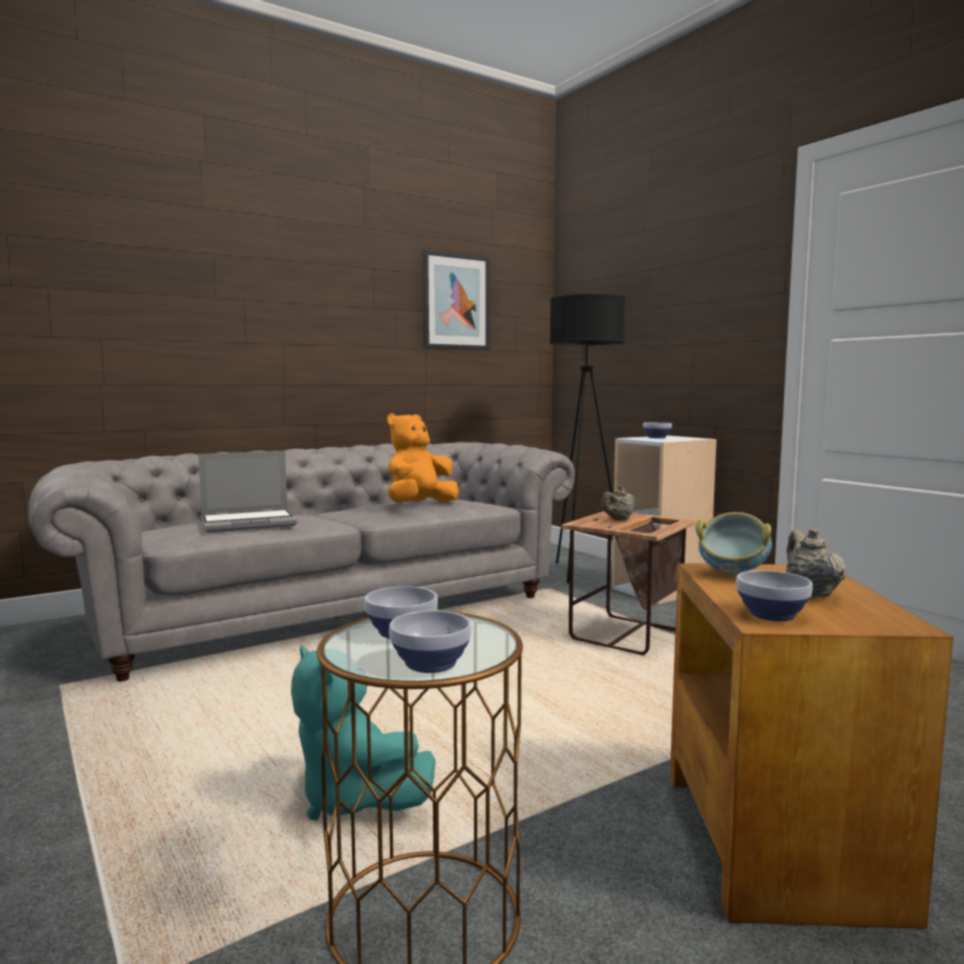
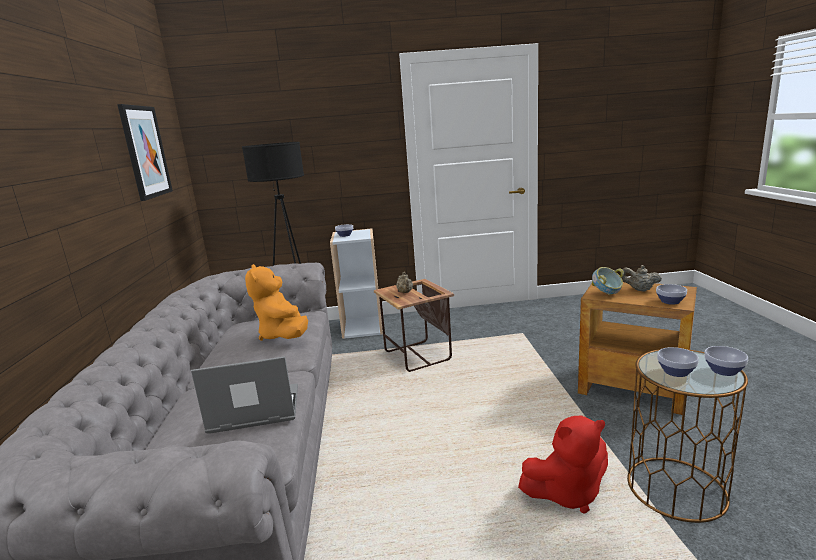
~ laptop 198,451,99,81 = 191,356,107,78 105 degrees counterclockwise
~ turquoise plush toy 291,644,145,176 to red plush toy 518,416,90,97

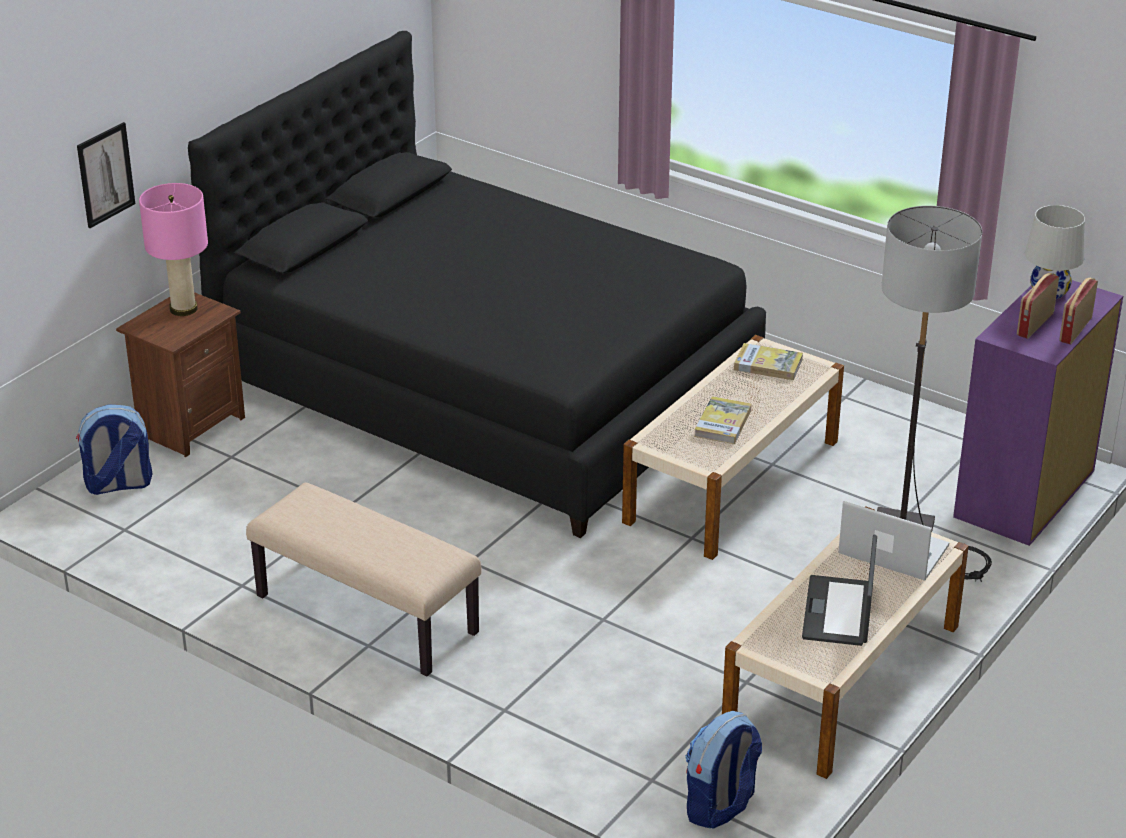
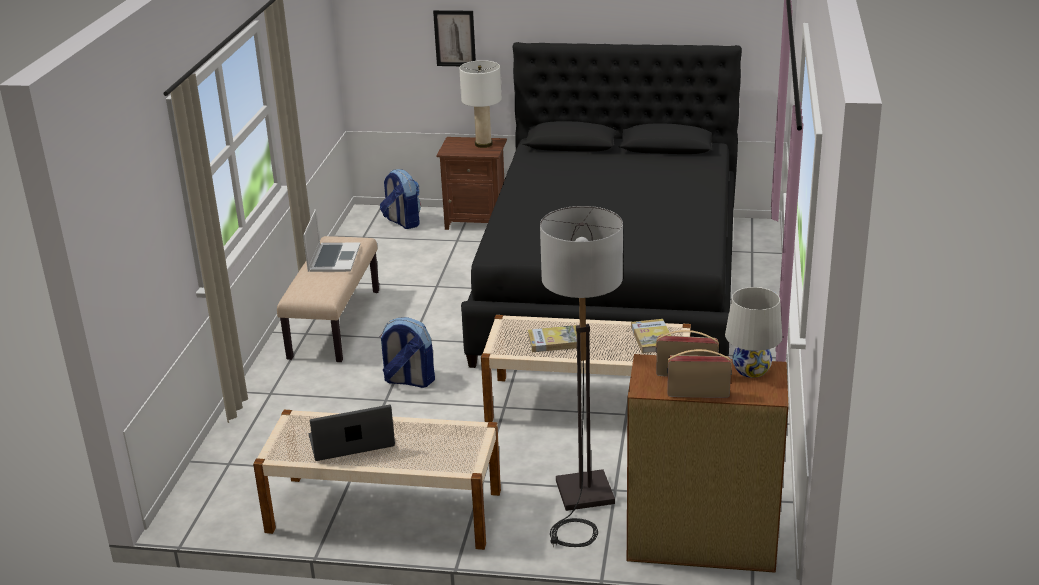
~ pink table lamp 139,183,69,133 to white table lamp 459,60,42,88
~ backpack 686,711,76,118 to 380,317,55,71
~ laptop 838,501,112,79 to 303,209,57,63
~ purple cabinet 953,280,170,266 to brown cabinet 627,354,162,219

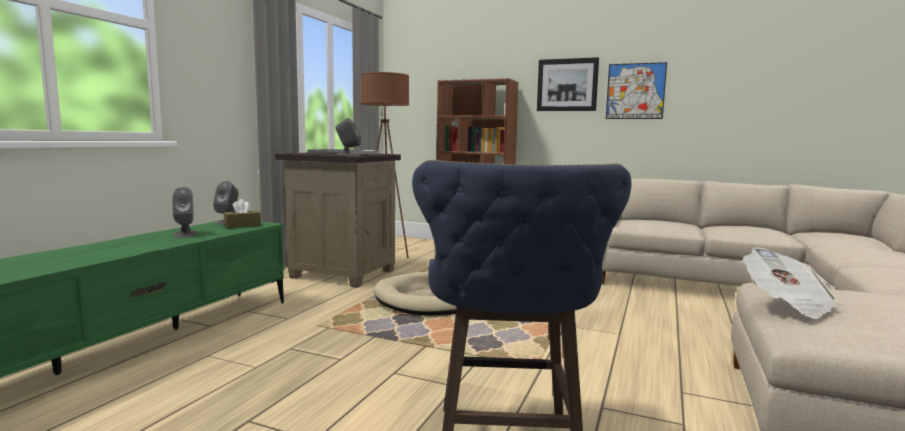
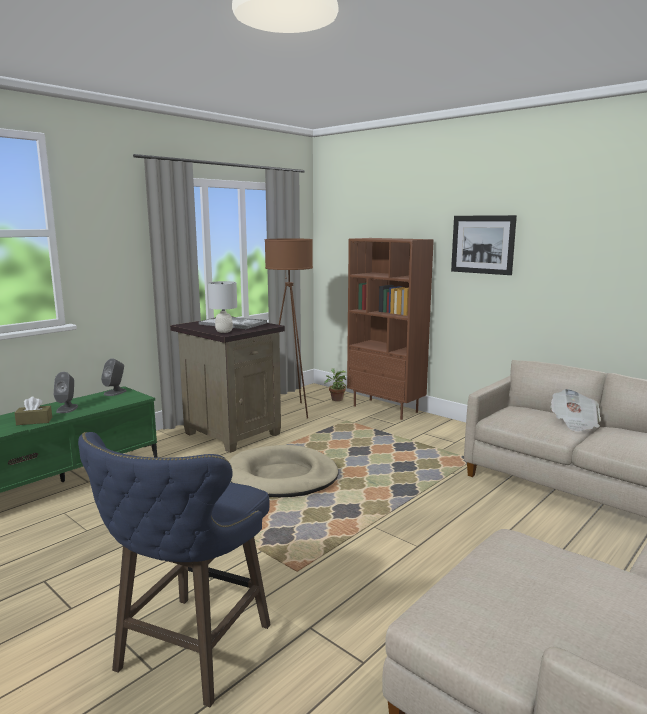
~ brown tissue box 224,199,37,29 to 14,397,38,28
~ grey speaker 336,118,25,38 to grey table lamp 208,281,29,52
- picture 606,62,61,57
~ newspaper 743,247,98,72 to 550,389,50,43
+ potted plant 324,368,22,33

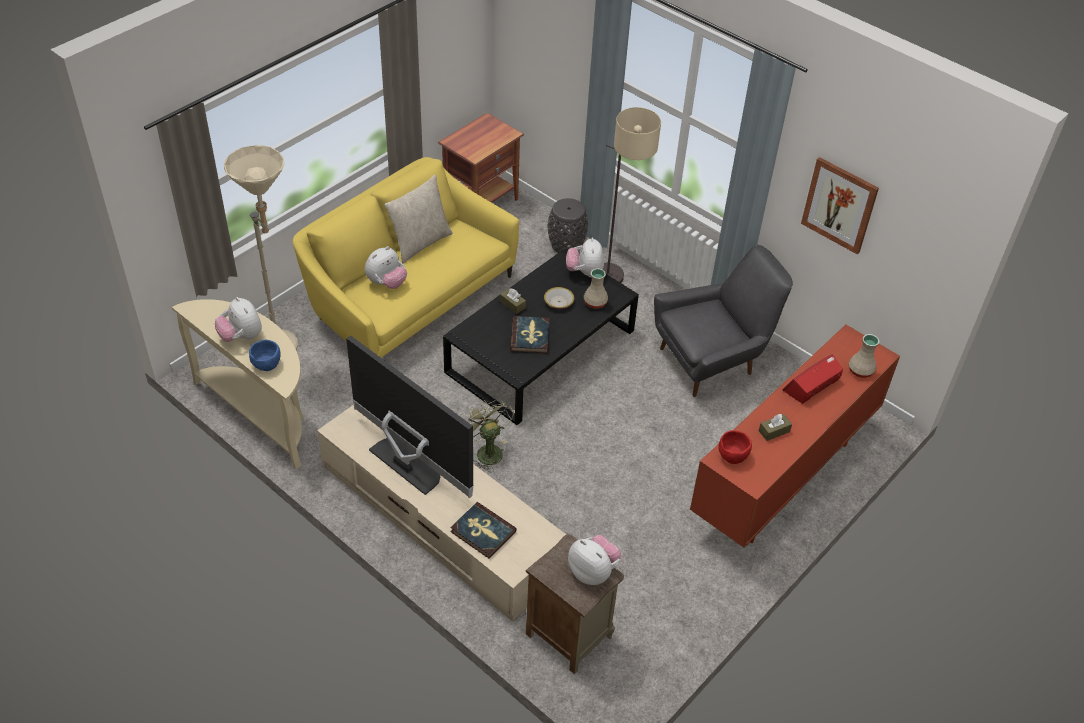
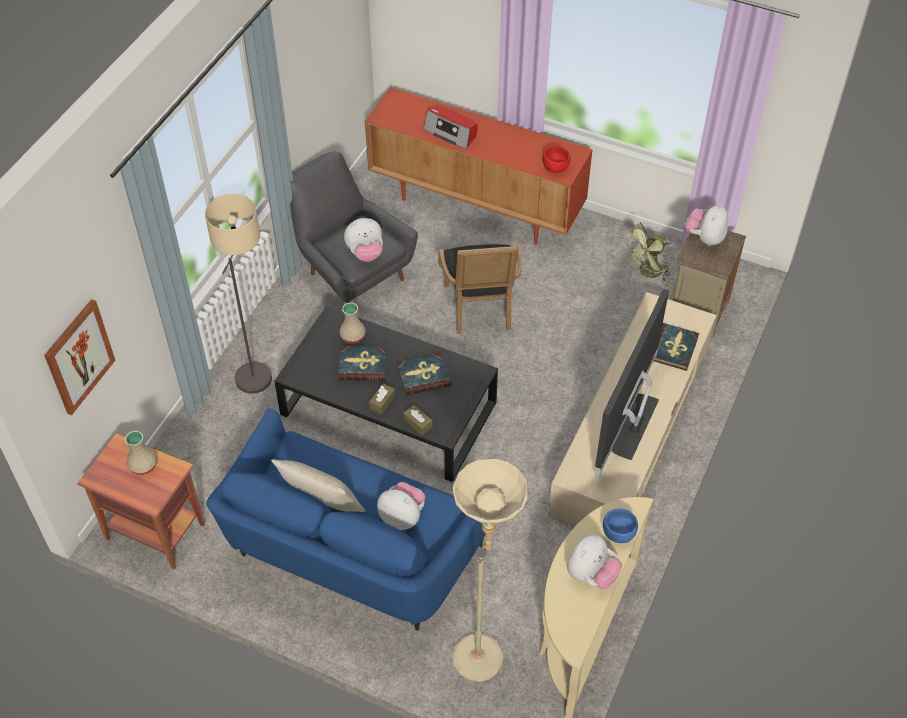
~ yellow sofa 293,157,226,201 to blue sofa 206,409,280,222
~ green fan 460,397,54,75 to 624,222,49,59
~ bowl 544,287,30,22 to book 338,346,49,35
- grey stool 548,198,40,55
~ plush toy 566,237,38,40 to 344,218,39,44
~ brown tissue box 759,414,33,27 to 403,405,30,30
~ picture 801,157,78,97 to 44,299,71,116
~ beige vase 849,334,30,44 to 125,431,32,44
+ black armchair 438,243,84,91

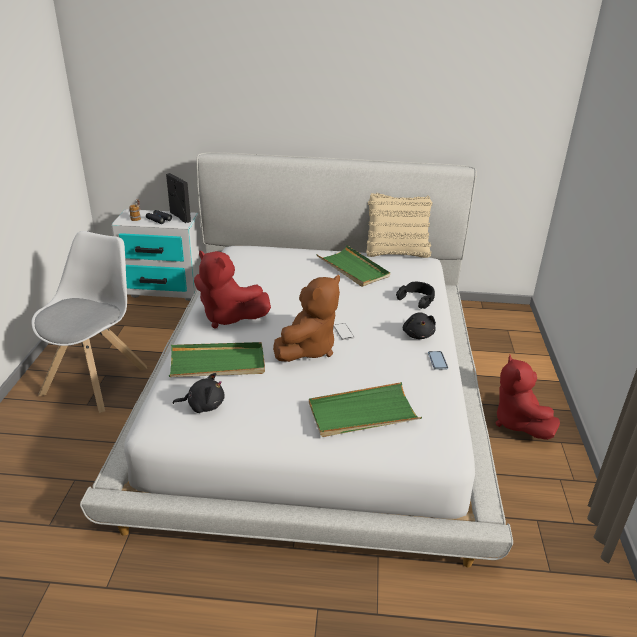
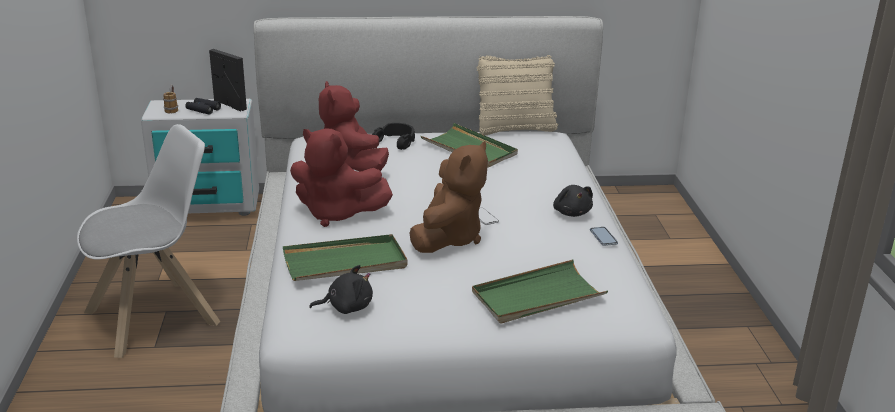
~ chair 32,231,115,182 = 77,124,143,234 45 degrees clockwise
~ black headphones 396,282,39,27 to 372,123,43,27
~ red plush toy 495,355,65,85 to 319,81,70,90

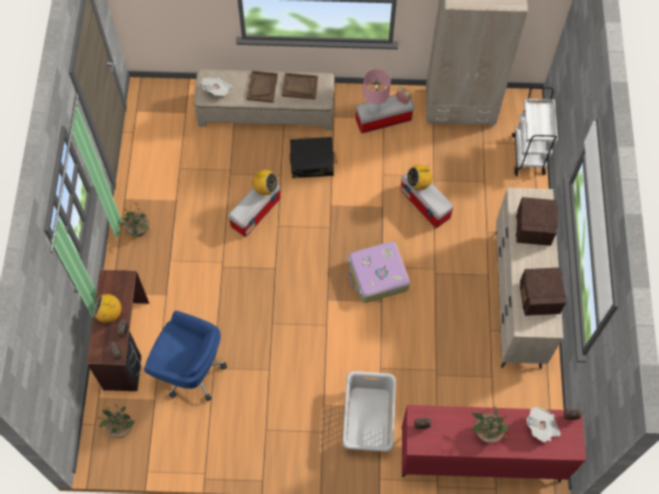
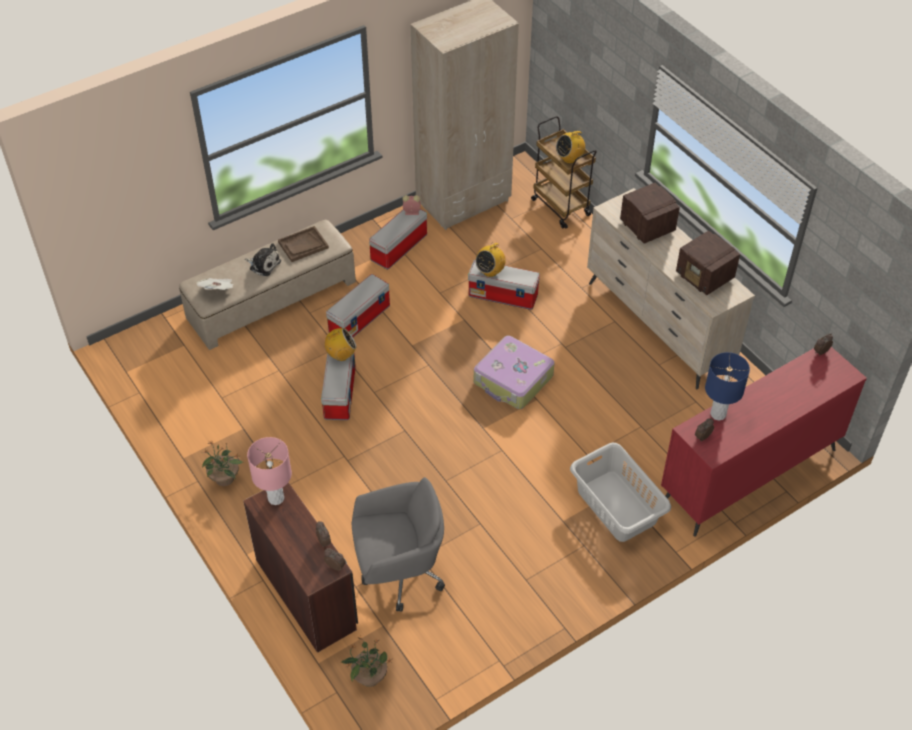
~ radio 93,294,29,29 to 556,131,29,33
~ blue office chair 144,311,83,90 to grey office chair 352,477,93,135
~ brown tray 247,71,31,32 to plush toy 244,243,37,33
~ black suitcase 290,137,47,41 to storage box 326,274,64,63
~ pink table lamp 363,69,28,44 to 247,437,45,68
- potted plant 472,406,38,37
~ white cart 512,87,46,89 to brown cart 531,116,65,113
- newspaper 526,406,35,37
+ blue table lamp 705,352,45,68

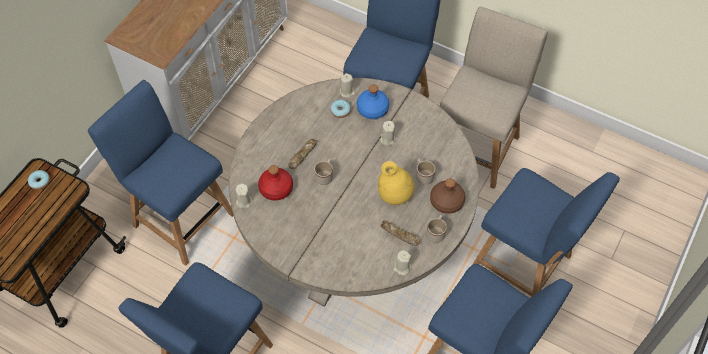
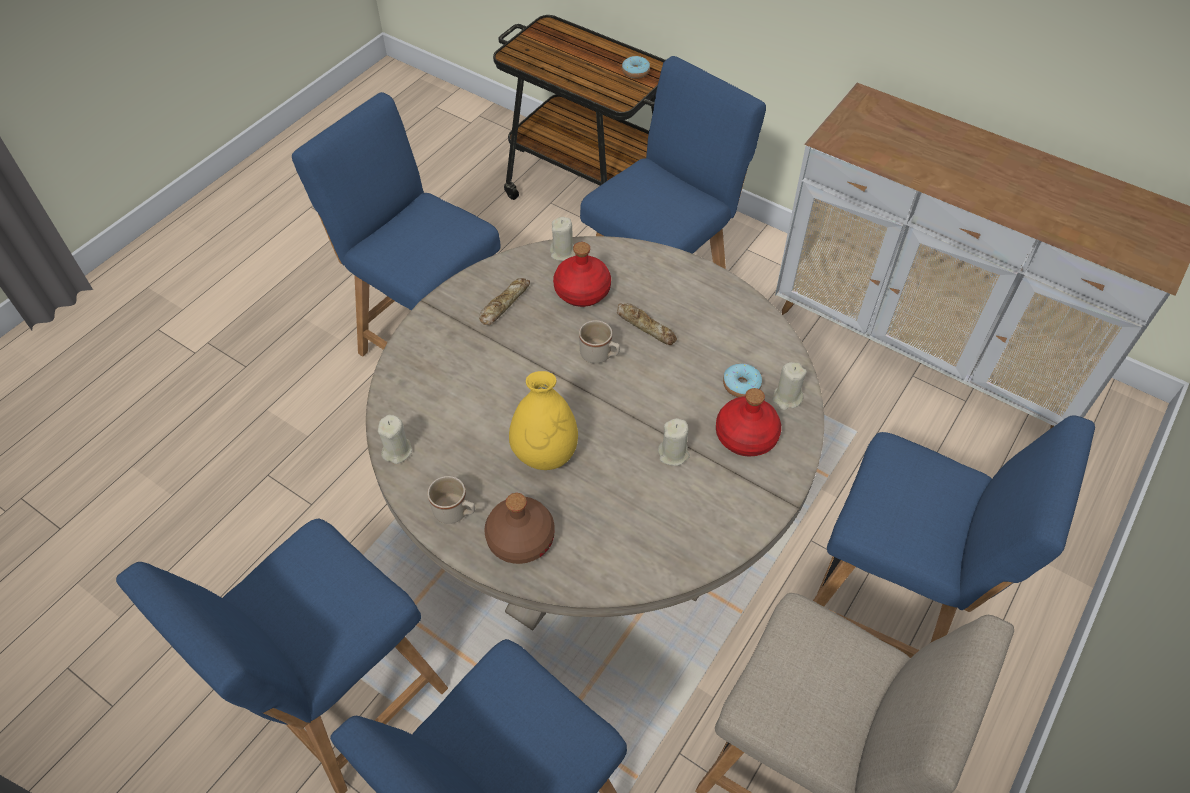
~ blue bottle 357,85,32,34 to red bottle 716,388,65,69
~ bread 381,220,39,26 to 479,278,51,47
- beige mug 416,158,20,27

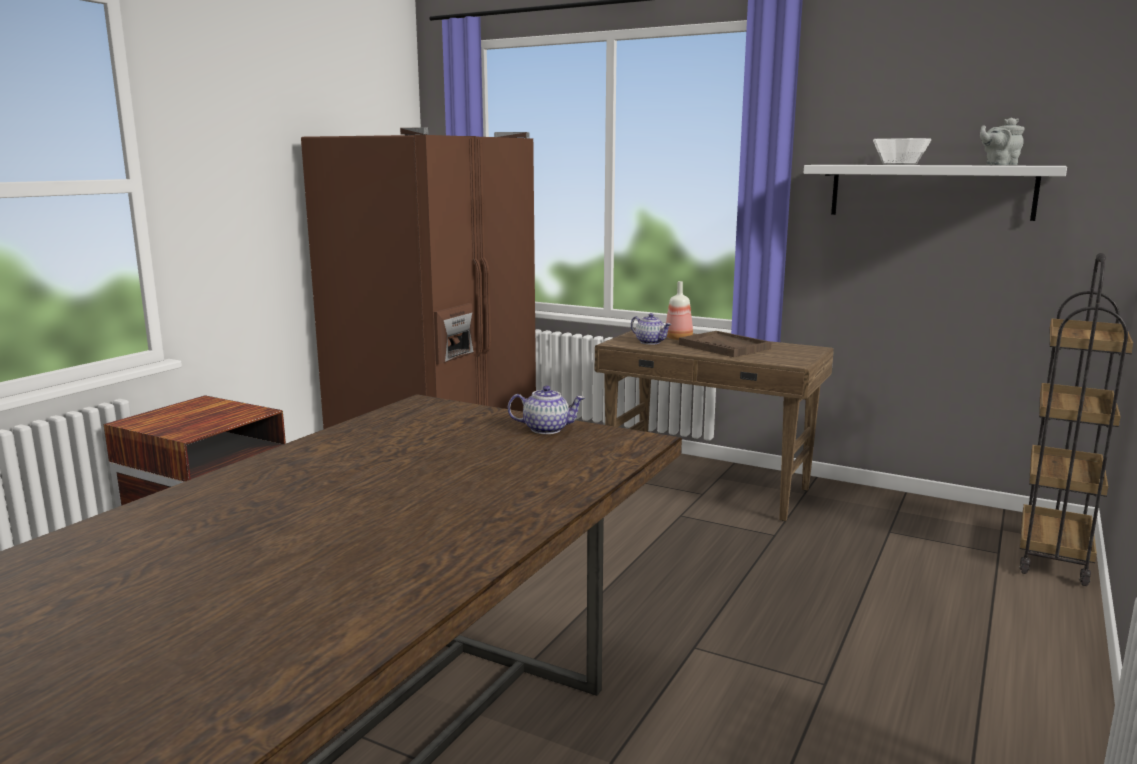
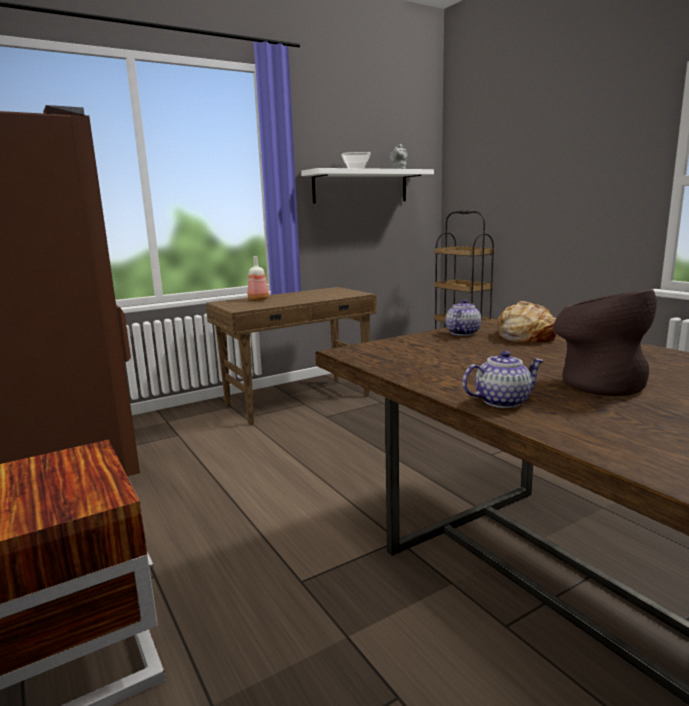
~ teapot 631,313,41,32 to 462,351,82,57
- brown tray 679,331,93,26
+ bread 495,301,62,42
+ brown vase 554,289,103,107

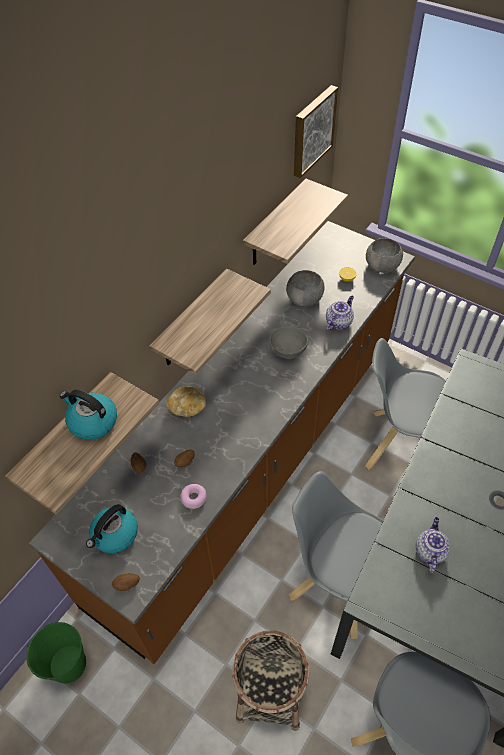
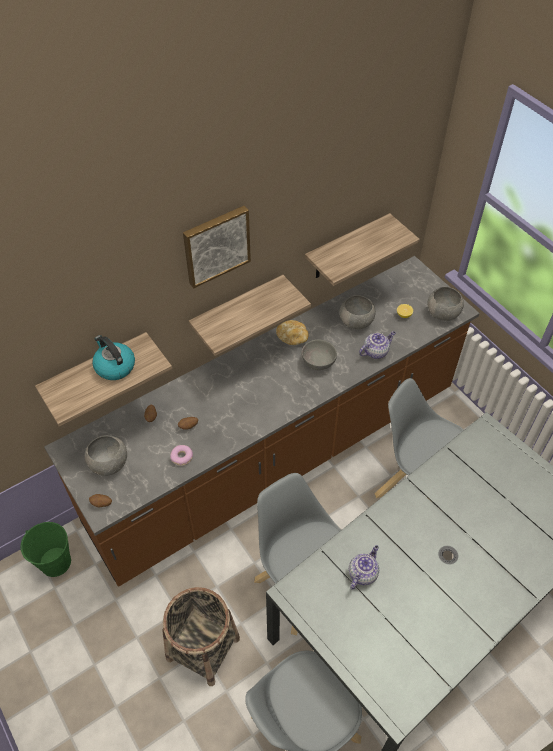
~ kettle 86,504,52,49 to grey bowl 85,435,42,41
~ bread 166,387,40,30 to 276,320,33,25
~ picture 294,85,44,93 to 183,206,68,82

